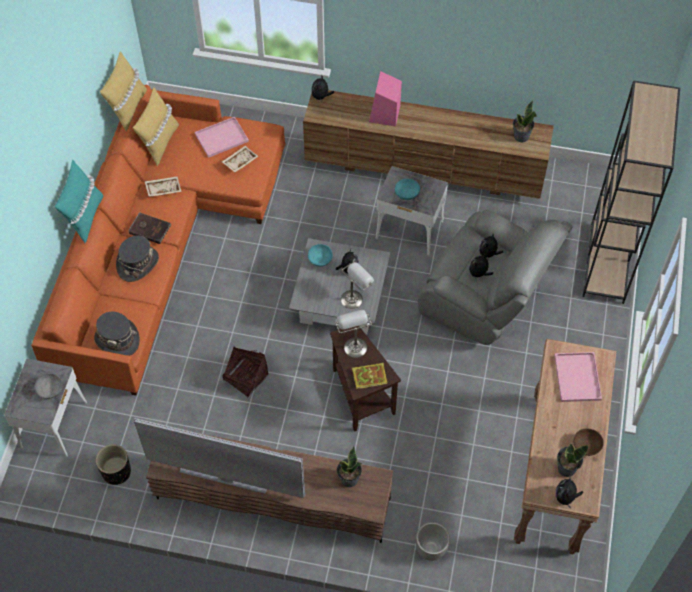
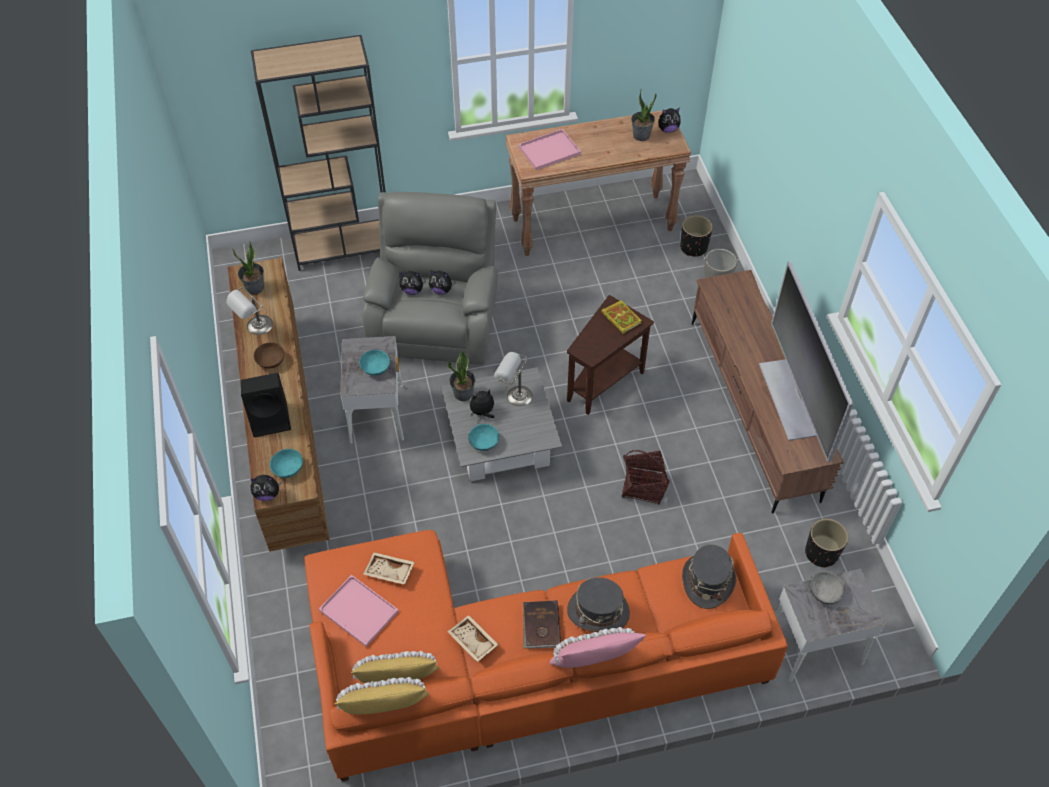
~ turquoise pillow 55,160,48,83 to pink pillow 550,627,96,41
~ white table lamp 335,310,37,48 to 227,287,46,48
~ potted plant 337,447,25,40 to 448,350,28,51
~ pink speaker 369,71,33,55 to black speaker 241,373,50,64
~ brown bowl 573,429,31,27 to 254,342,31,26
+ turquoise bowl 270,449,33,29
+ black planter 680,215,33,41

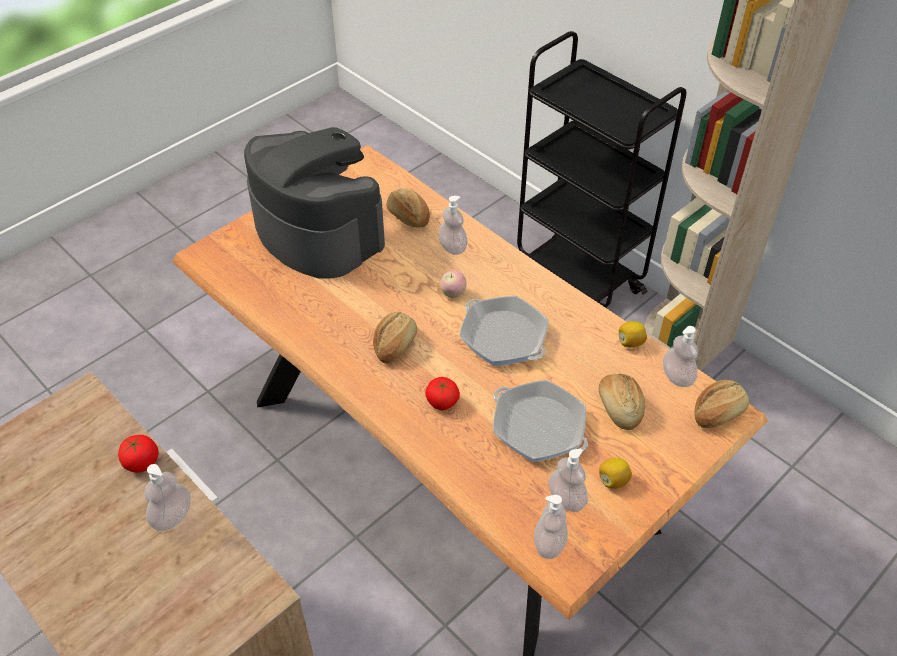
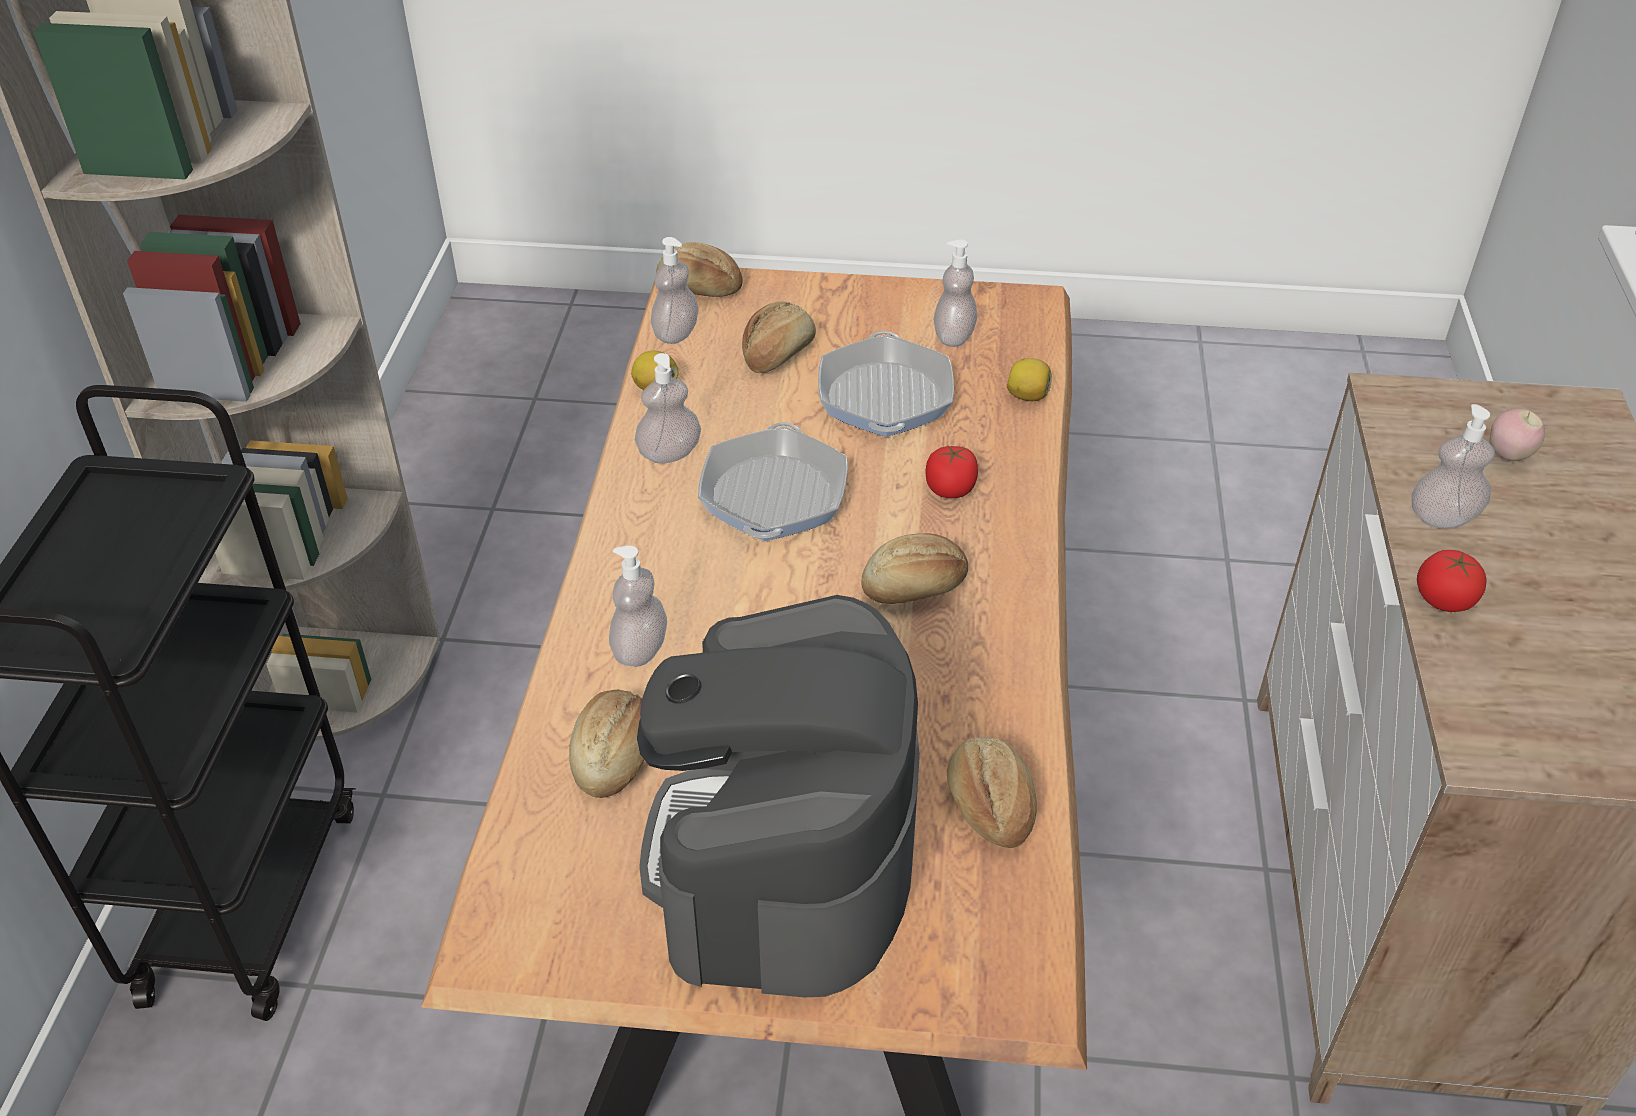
~ apple 440,270,27,28 to 1490,409,55,52
~ soap dispenser 534,495,34,64 to 635,353,66,110
~ lemon 599,458,33,31 to 1007,358,45,43
+ bread 947,737,90,111

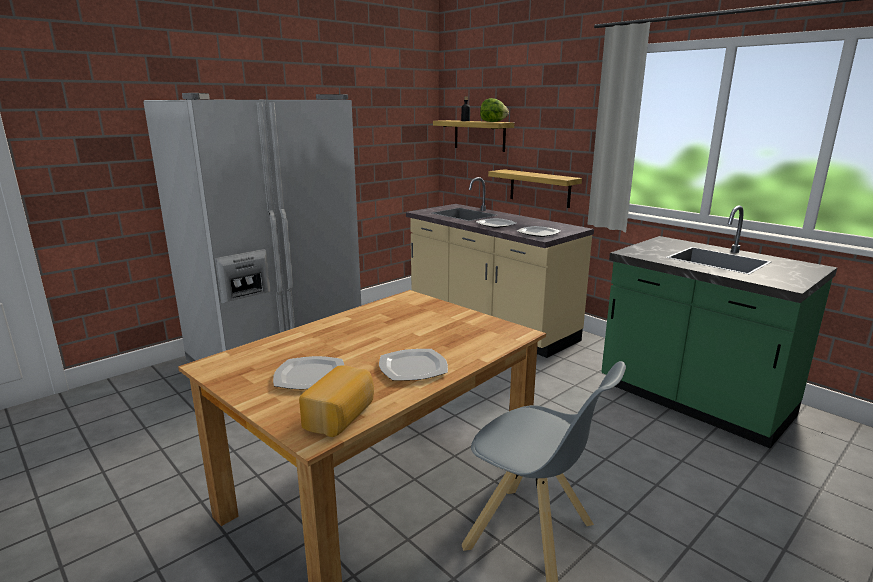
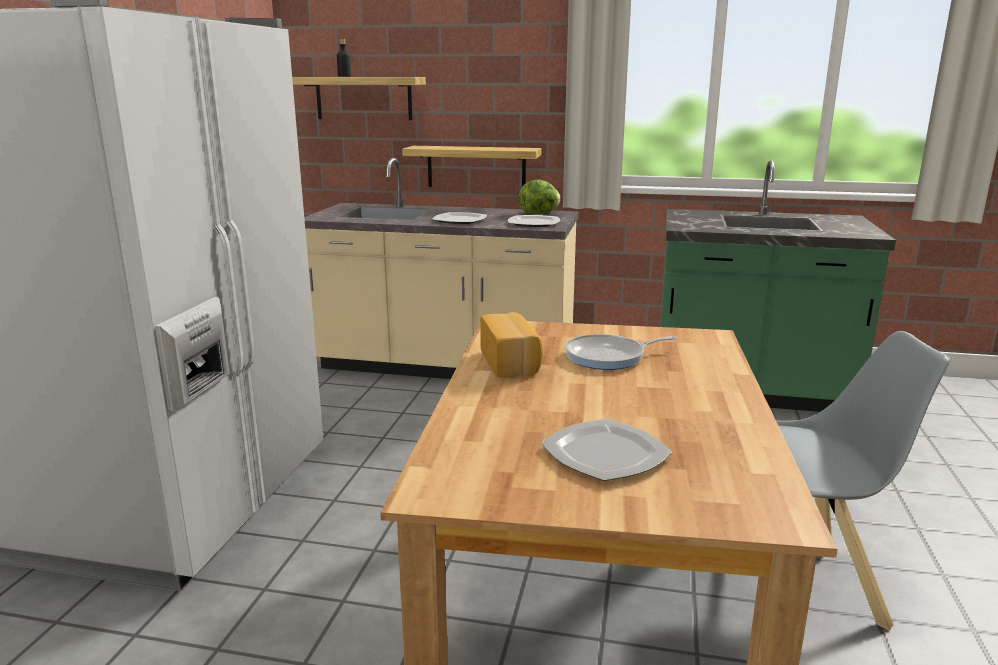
~ bread 299,365,75,72 to 480,312,63,65
- plate 379,349,69,32
~ lettuce 480,98,29,24 to 518,179,43,35
+ frying pan 565,334,112,36

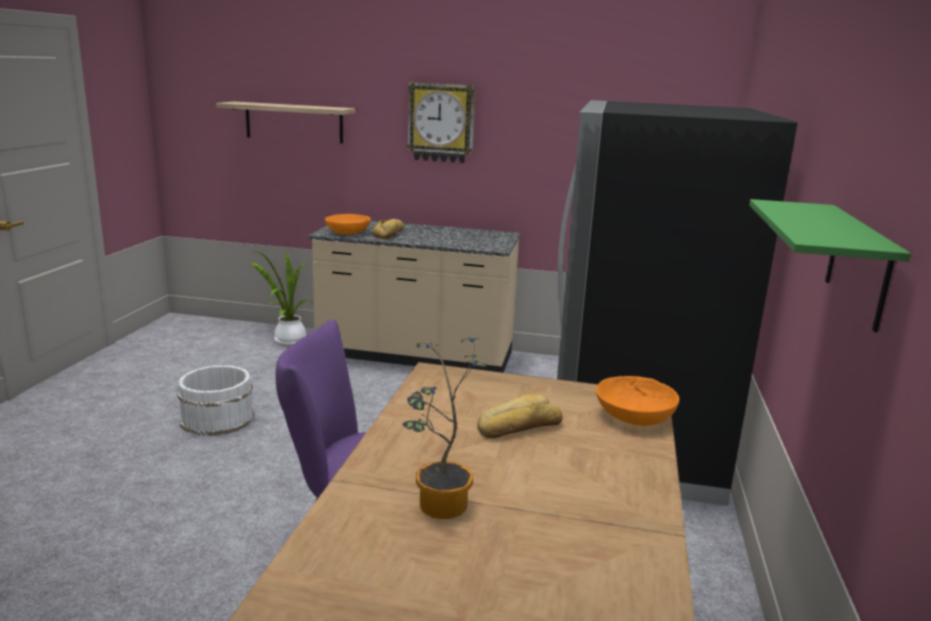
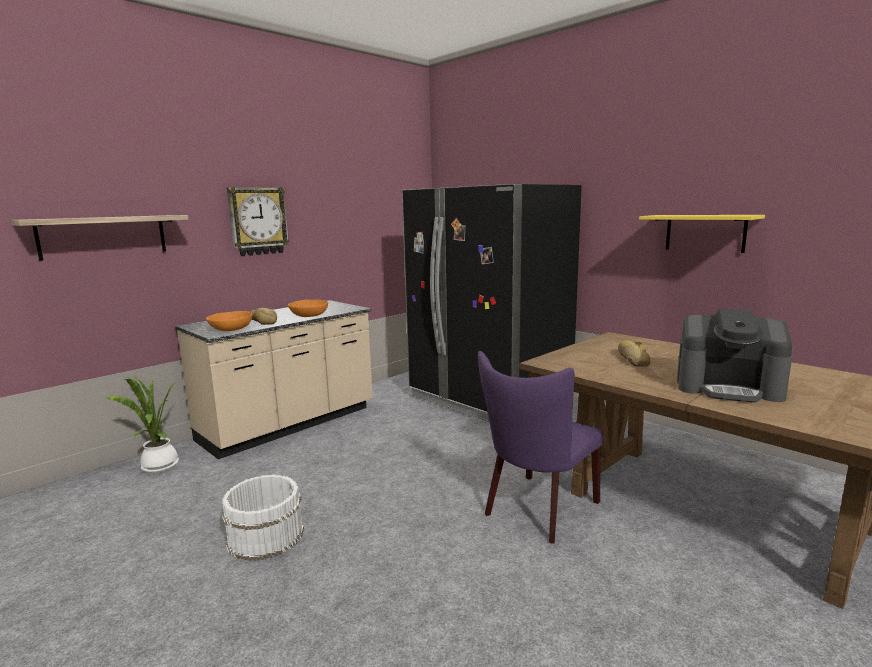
~ potted plant 402,337,84,182 to coffee machine 677,309,115,93
~ orange bowl 596,376,83,50 to 288,300,40,17
~ green shelf 749,199,162,133 to yellow shelf 639,215,126,38

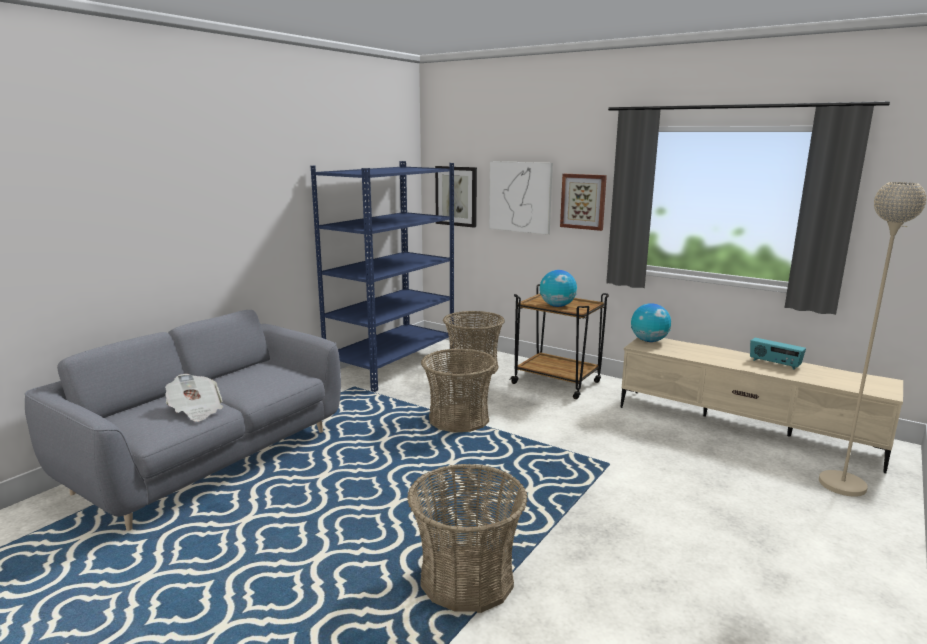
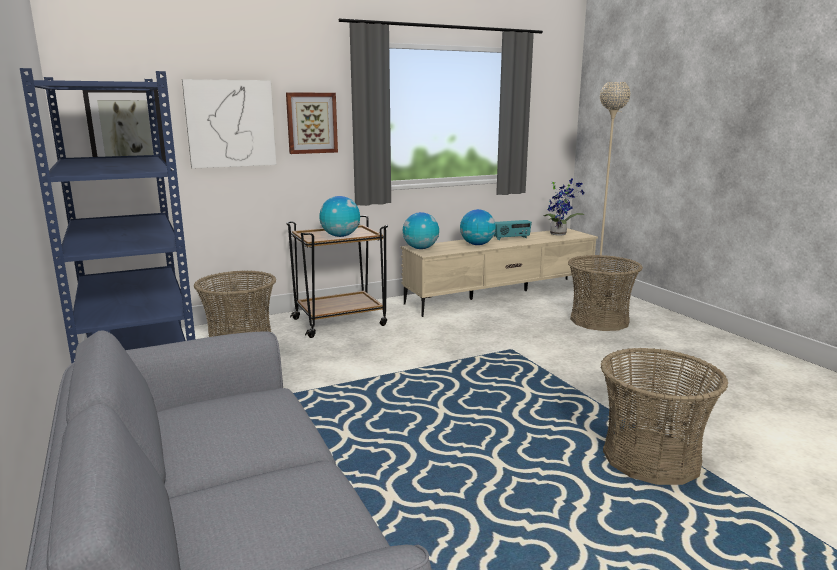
- newspaper 165,374,58,48
~ basket 421,349,76,84 to 568,255,75,76
+ globe 460,209,36,36
+ potted plant 544,178,41,58

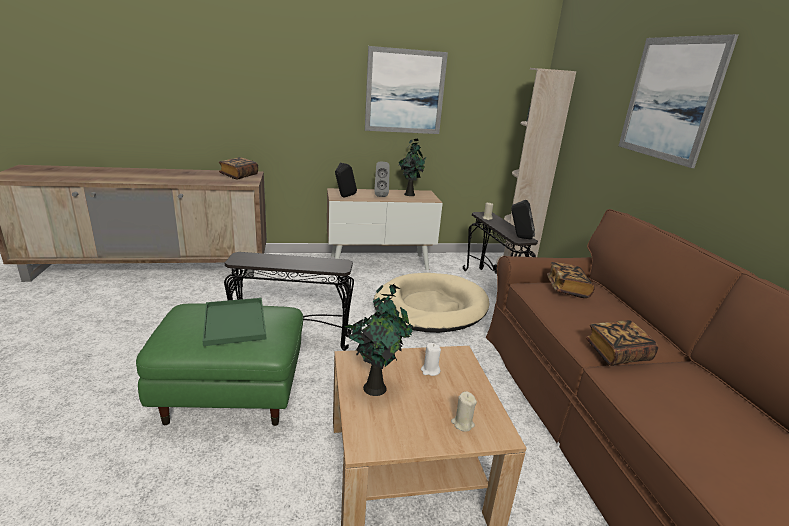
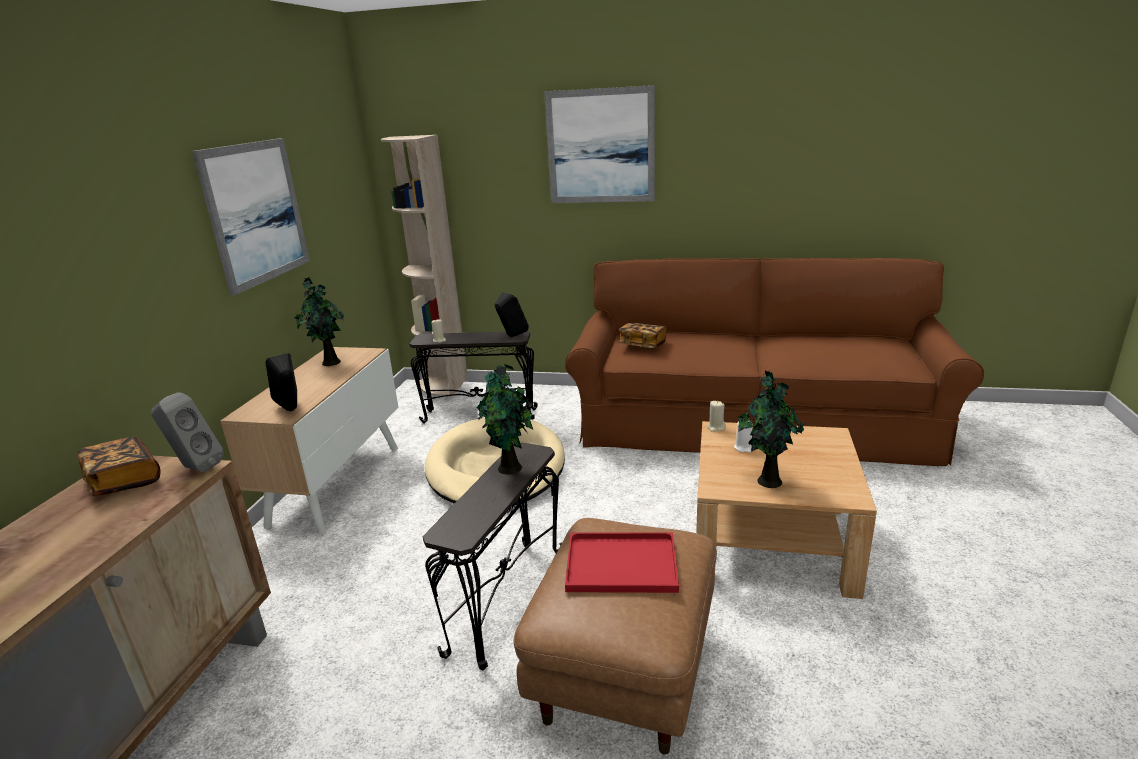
~ green ottoman 136,304,167,122 to brown ottoman 514,518,203,237
~ green tray 203,298,63,48 to red tray 565,532,114,61
~ grey speaker 374,162,16,35 to 151,392,72,80
~ beige candle 451,391,26,41 to 707,401,19,31
- book 586,320,72,46
+ potted plant 476,364,57,111

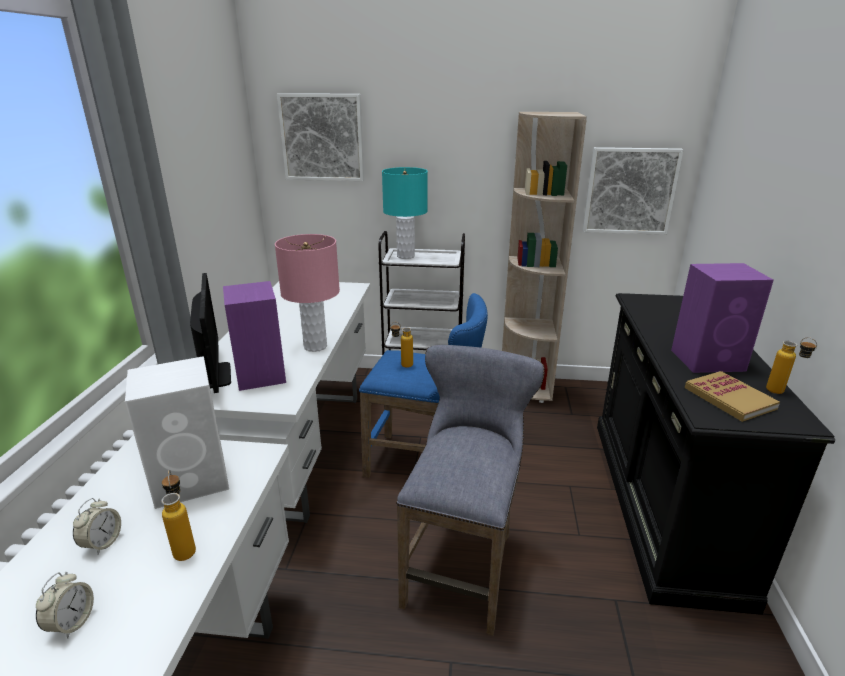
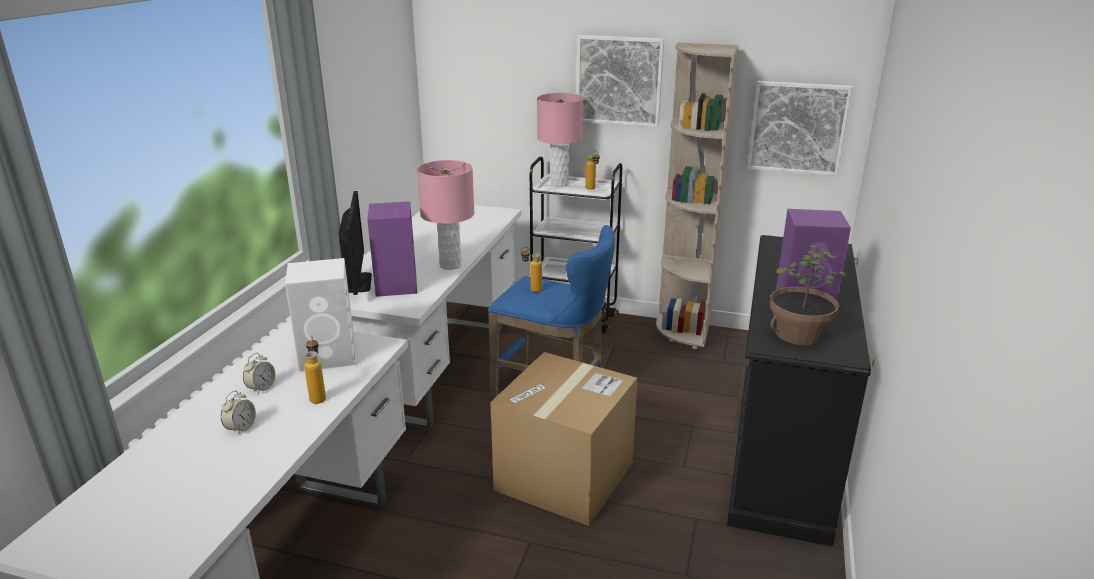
~ picture 277,93,87,88 to 576,35,88,92
~ turquoise table lamp 382,167,46,92 to pink table lamp 537,93,46,94
~ grey stool 396,345,149,291 to cardboard box 490,352,148,174
~ book 685,371,95,51 to potted plant 770,245,76,101
~ bottle 766,337,51,57 to 585,151,15,39

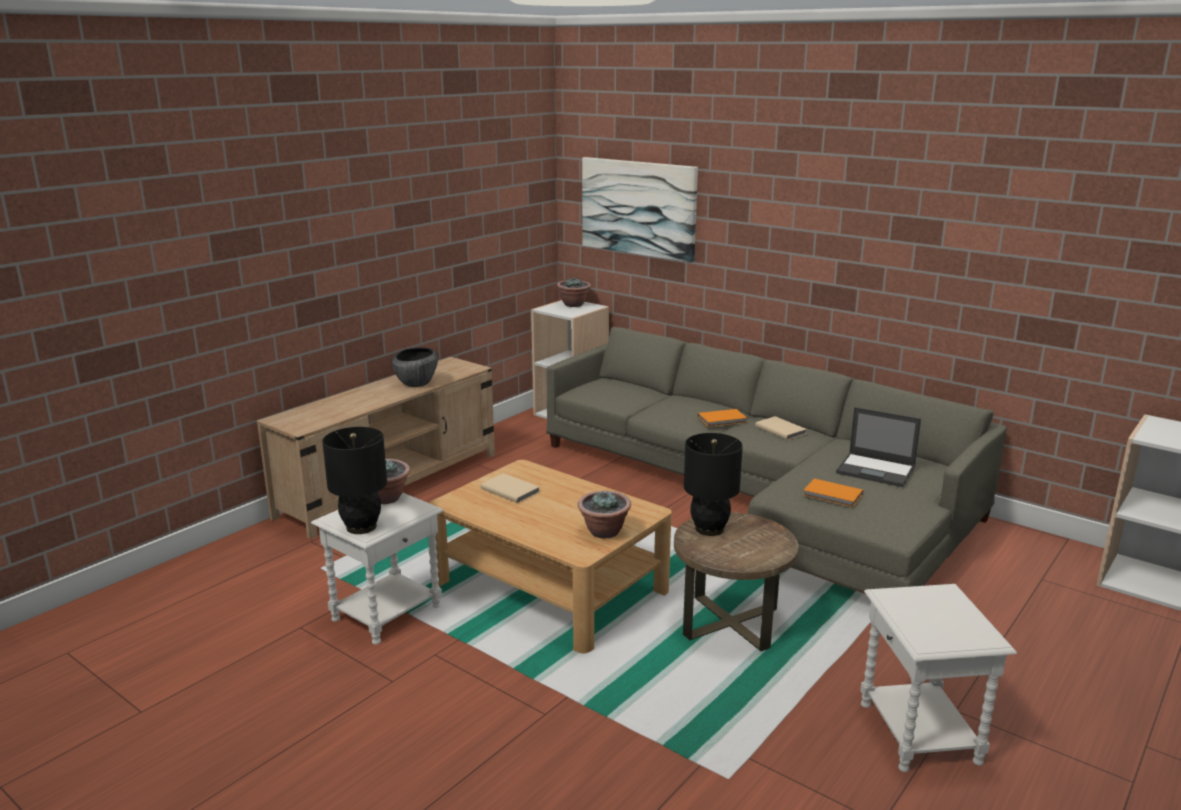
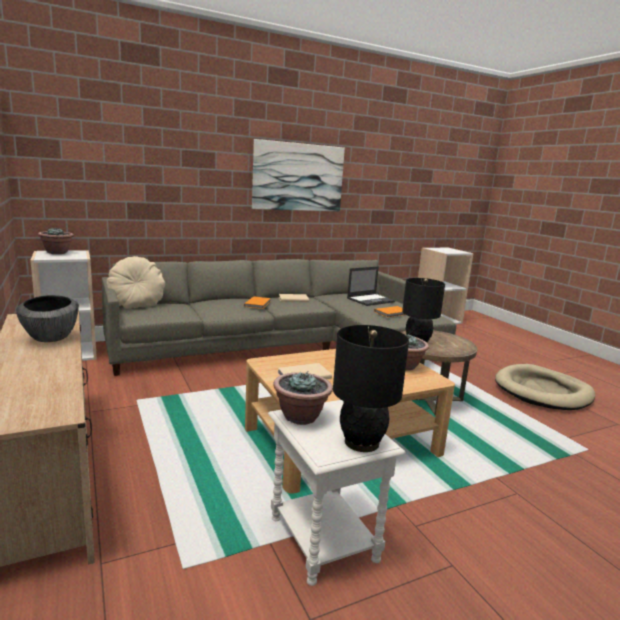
~ picture 582,157,116,106 to 252,139,93,73
~ white side table 861,584,156,188 to beige dog bed 495,364,100,46
+ beige pillow 107,256,58,52

